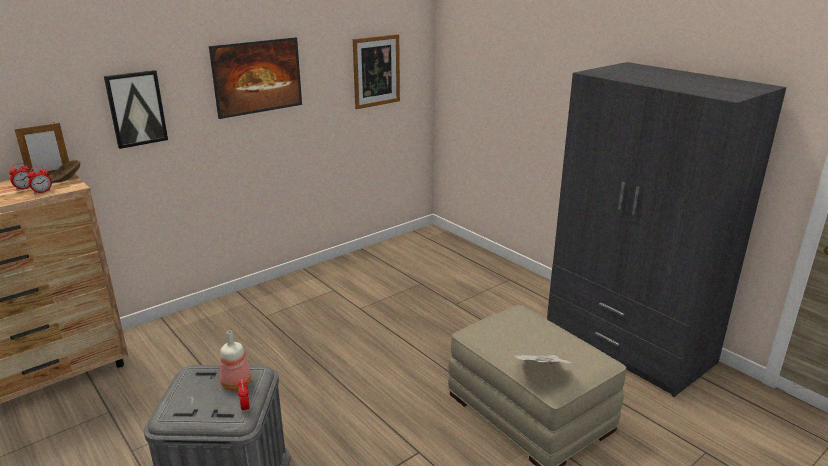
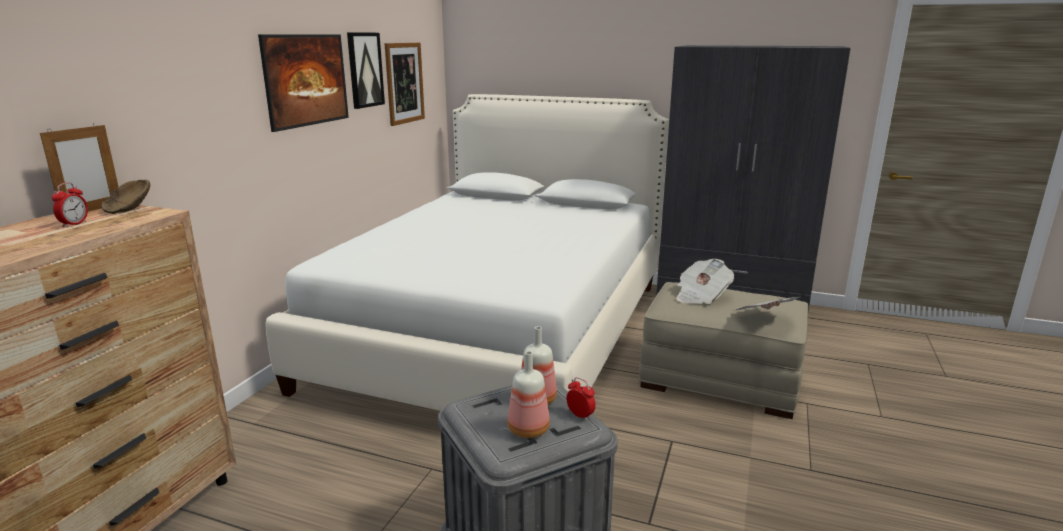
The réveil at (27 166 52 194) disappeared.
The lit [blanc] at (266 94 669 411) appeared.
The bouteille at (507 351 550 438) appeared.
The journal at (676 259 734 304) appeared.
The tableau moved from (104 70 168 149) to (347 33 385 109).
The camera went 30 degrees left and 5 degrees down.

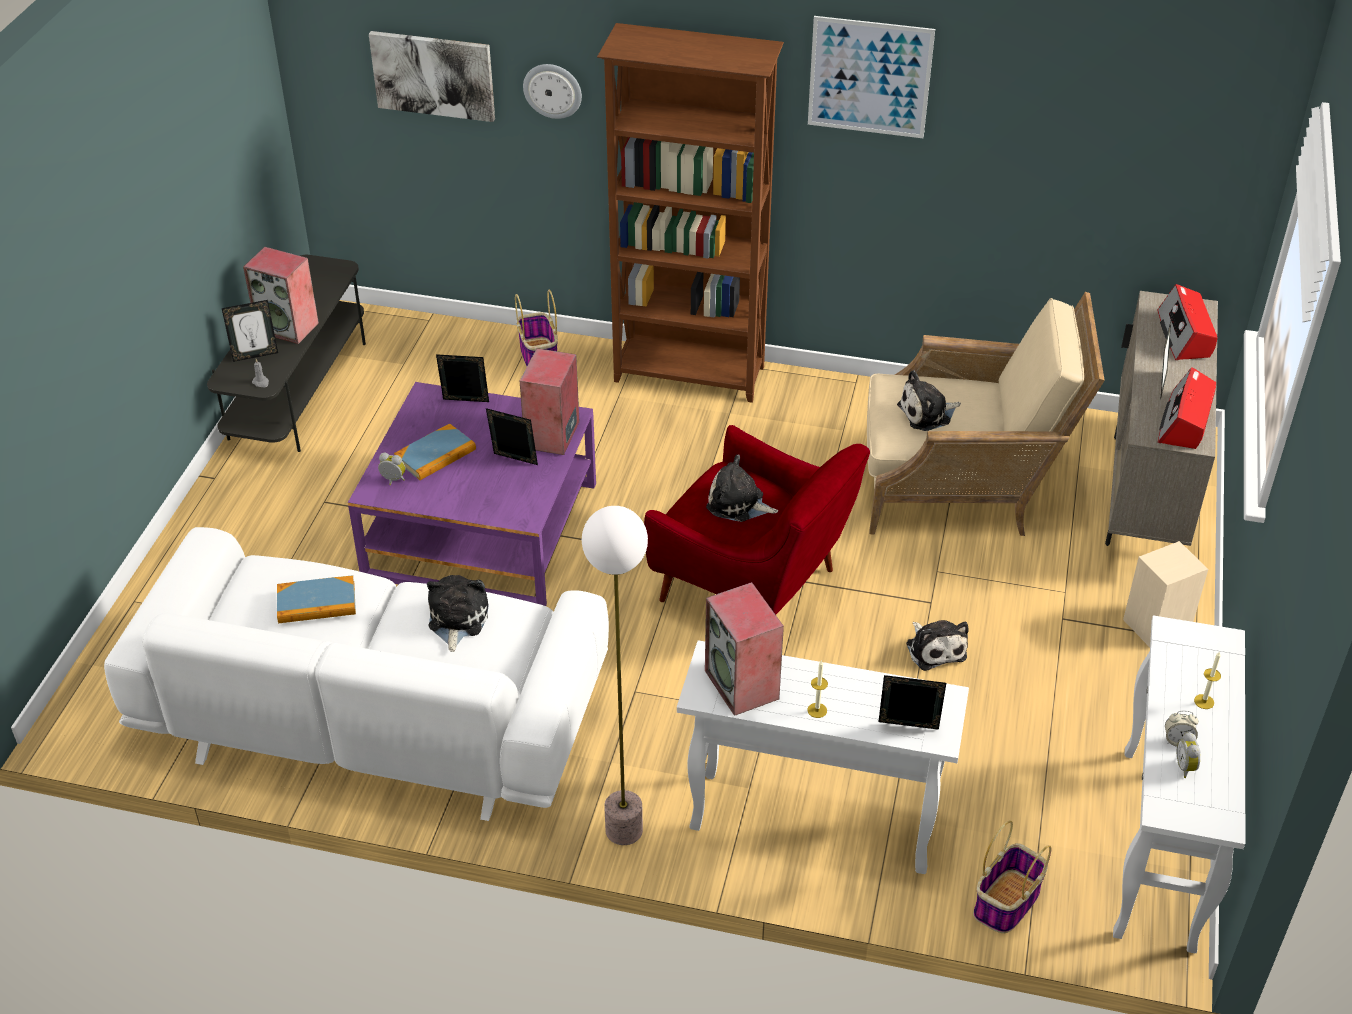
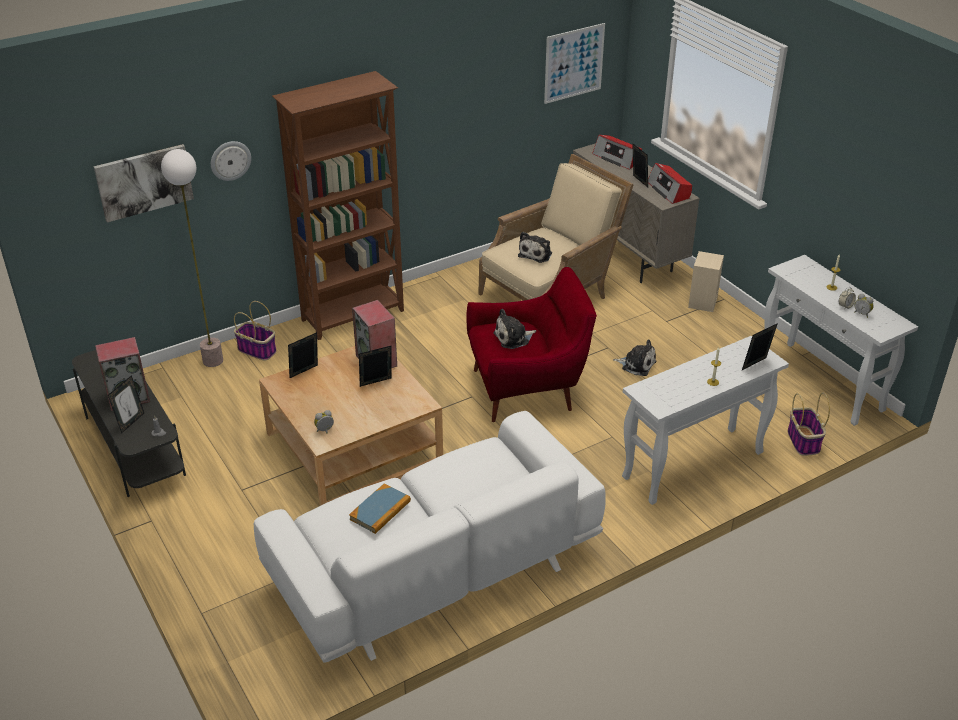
The livre at (394 423 476 480) disappeared.
The peluche at (427 575 489 652) disappeared.
The enceinte at (705 582 784 716) disappeared.
The lampadaire moved from (582 506 648 845) to (161 149 223 367).
The tableau moved from (808 16 935 138) to (544 23 605 104).
The table basse [violet] at (348 382 596 606) became the table basse [beige] at (259 346 443 506).
The camera went 45 degrees left and 5 degrees down.

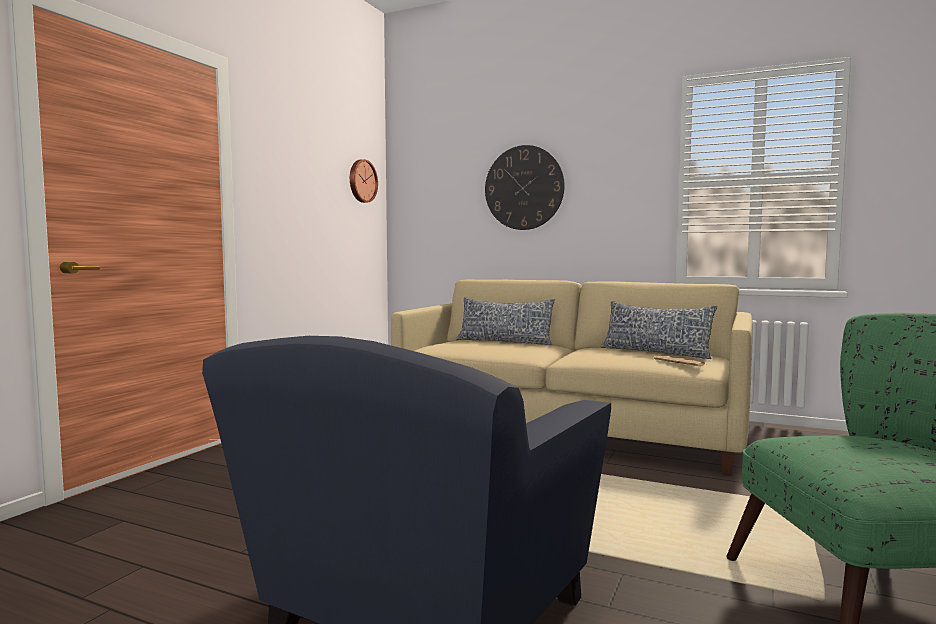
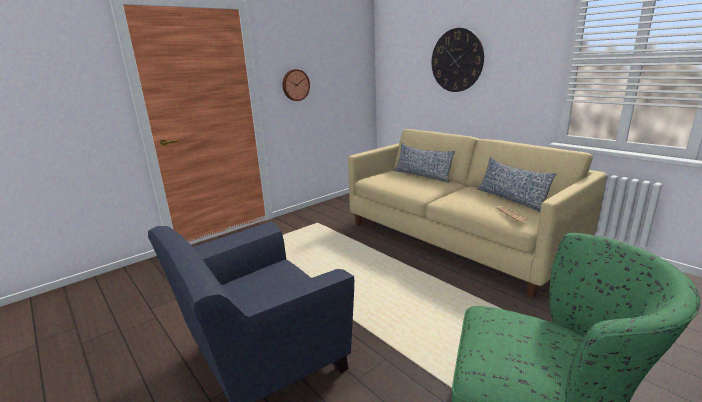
The horloge murale moved from (350 159 378 203) to (282 69 310 101).
The camera went 25 degrees right and 15 degrees up.

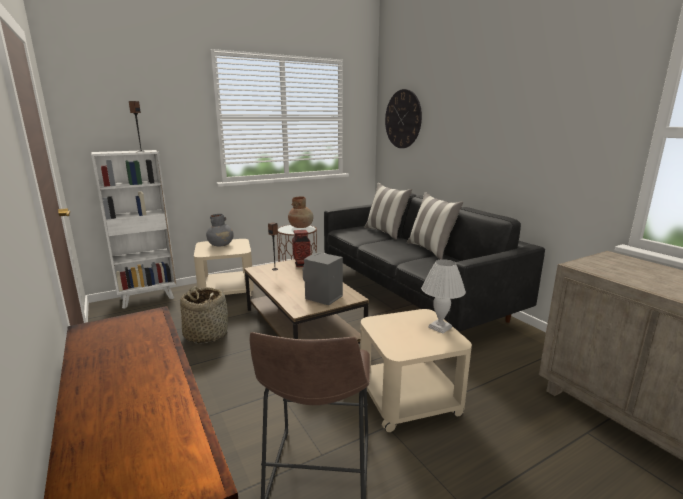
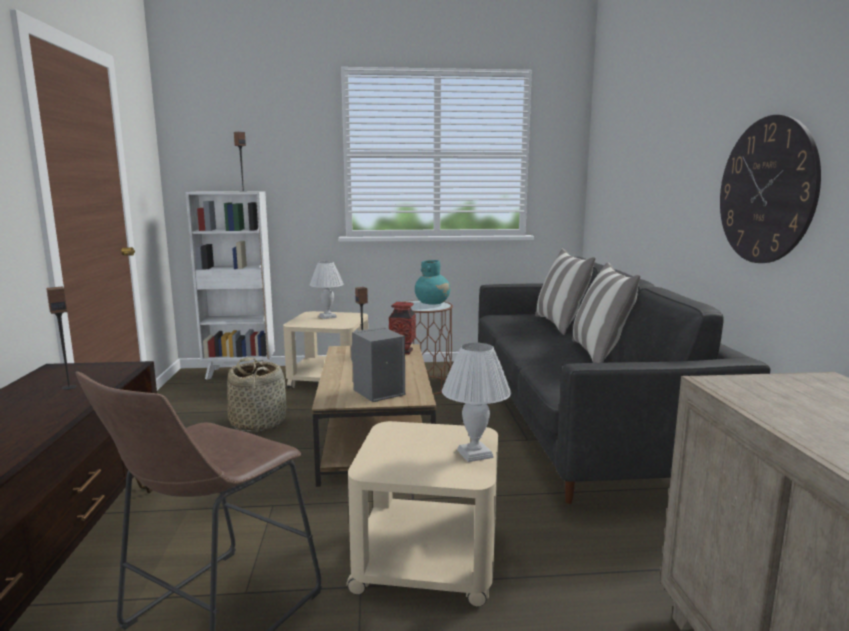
The enceinte at (46 287 77 390) appeared.
The horloge murale moved from (385 89 422 148) to (720 115 821 263).
The vase [gris] at (206 214 234 246) was replaced by the lampe de table [blanc] at (310 261 344 319).
The vase [marron] at (288 196 313 228) became the vase [turquoise] at (415 260 450 305).
The camera went 25 degrees right and 5 degrees down.

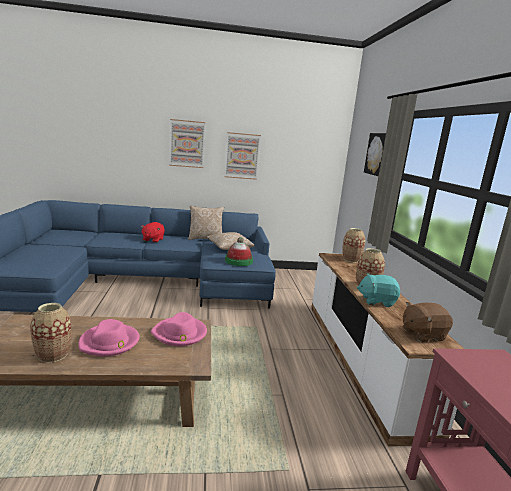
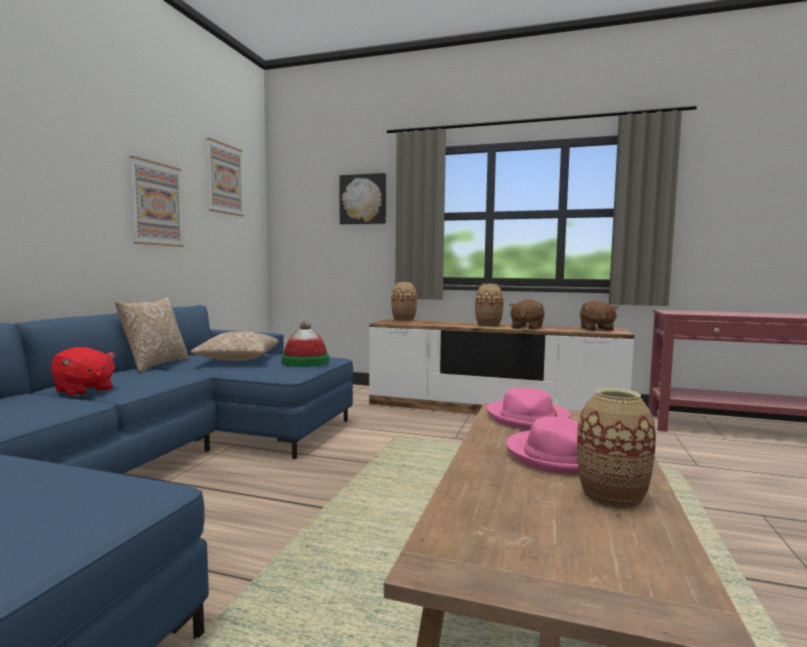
The tableau moved from (169 119 206 168) to (207 138 244 216).
The peluche [turquoise] at (357 273 400 307) became the peluche [marron] at (509 299 545 330).
The camera went 65 degrees left and 10 degrees down.

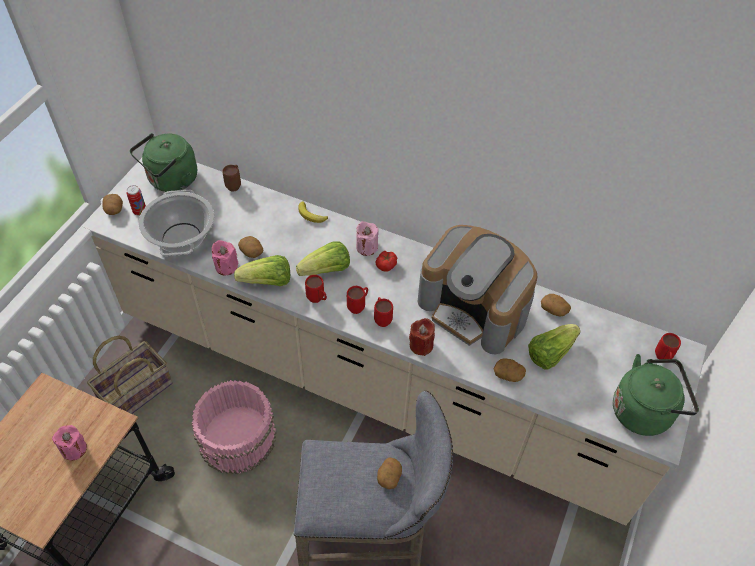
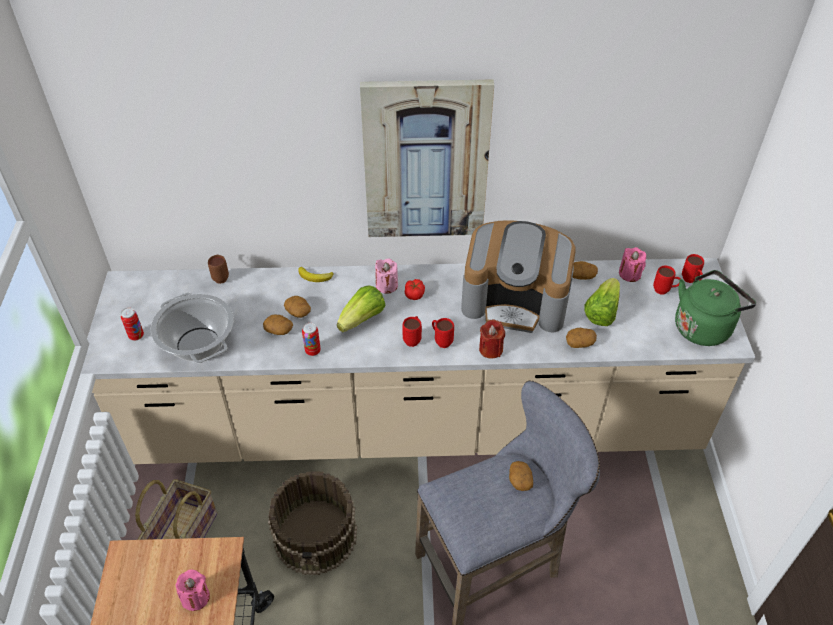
The bouilloire [vert] at (130 133 197 192) disappeared.
The tableau at (360 79 494 237) appeared.
The pomme de terre moved from (102 194 123 215) to (284 296 311 318).
The bougie [rose] moved from (212 240 239 275) to (619 247 646 282).
The mug [rouge] moved from (305 275 327 303) to (653 265 681 294).
The laitue at (234 255 290 286) was replaced by the boîte métallique at (302 323 321 356).
The seau [rose] at (192 380 277 474) became the seau [marron] at (268 471 357 575).
The camera went 25 degrees left and 5 degrees down.

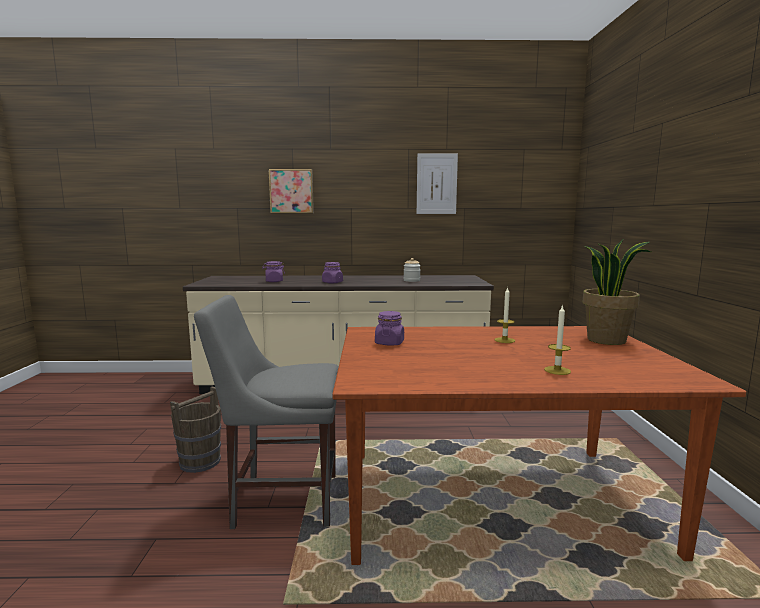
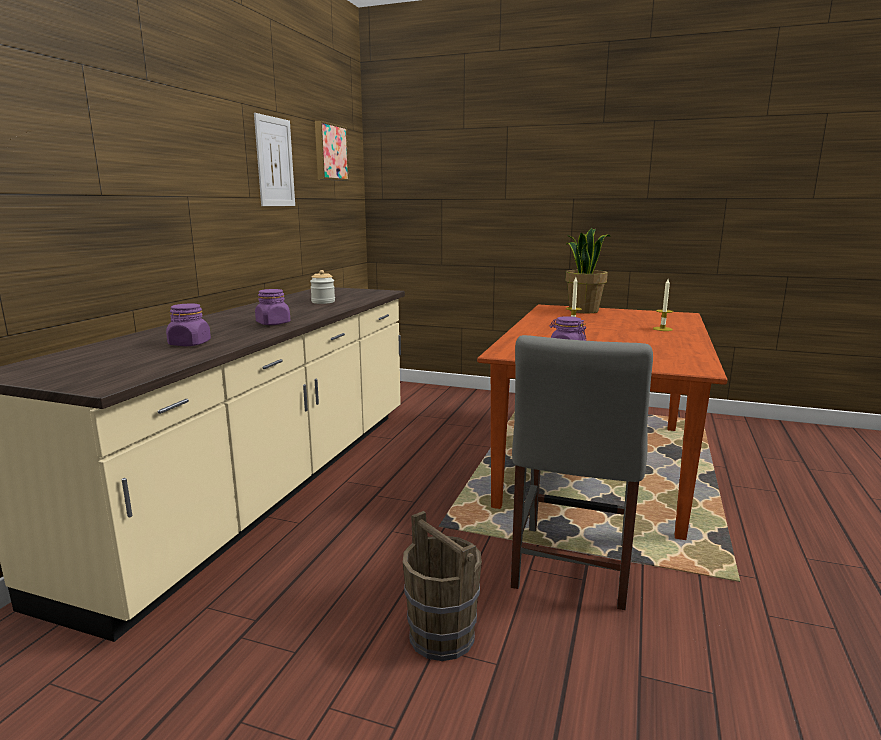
The tableau moved from (269 169 314 213) to (315 121 349 181).
The camera went 70 degrees left and 5 degrees up.

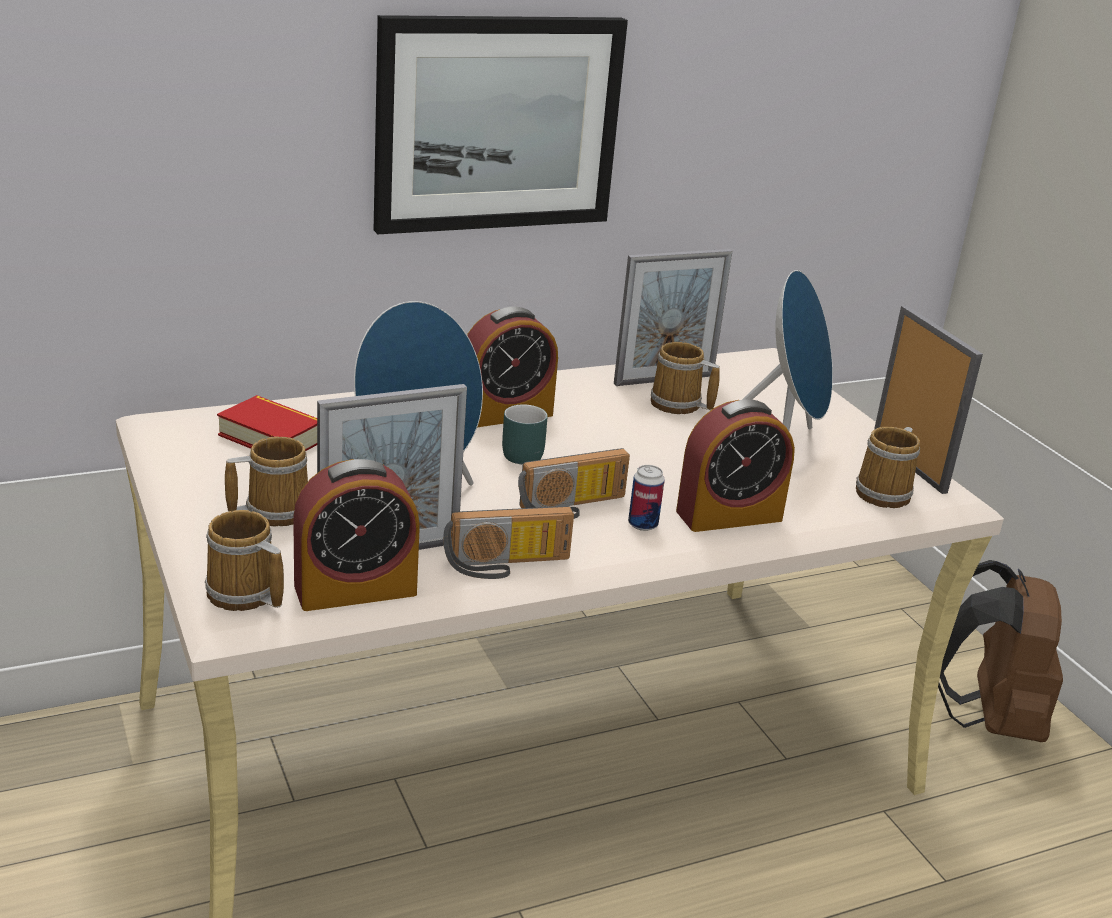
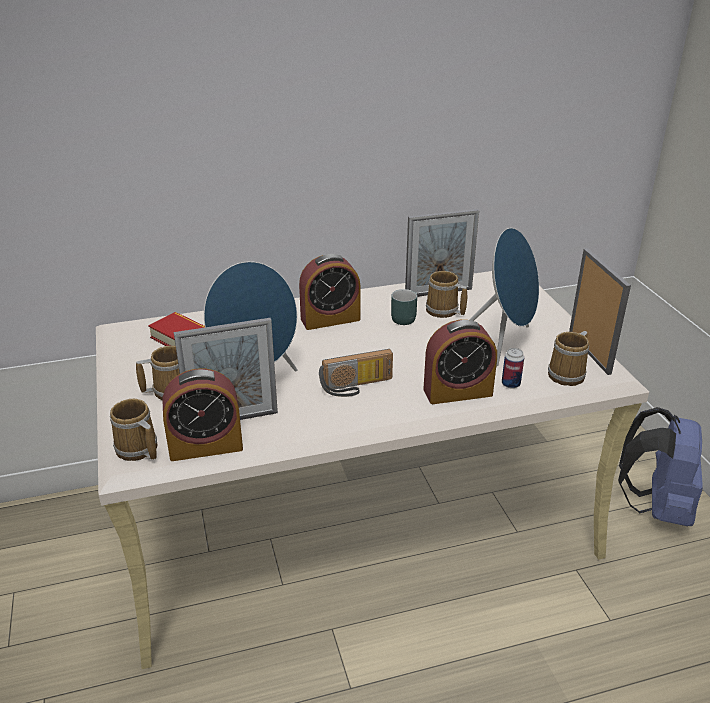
The tableau at (374 15 628 234) disappeared.
The radio at (443 506 574 579) disappeared.
The mug [turquoise] moved from (502 405 548 465) to (391 289 417 325).
The boîte métallique moved from (628 465 665 531) to (502 348 524 389).
The sac à dos [marron] at (938 560 1063 742) became the sac à dos [bleu] at (618 407 703 526).
The camera went 10 degrees right and 5 degrees up.

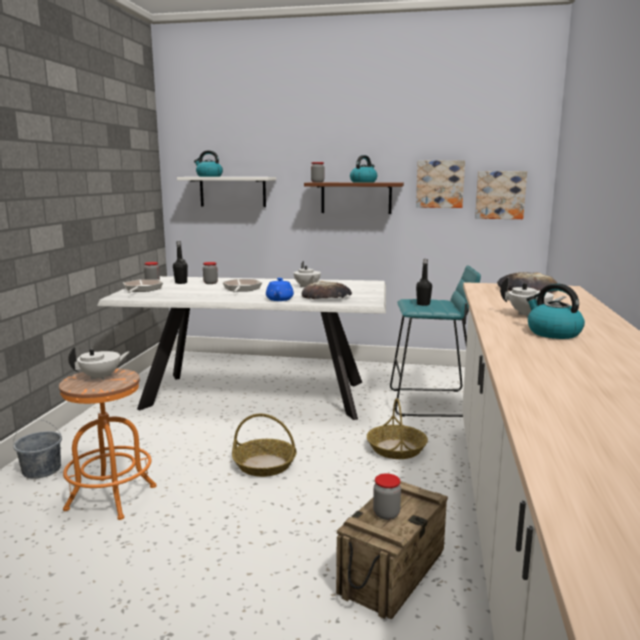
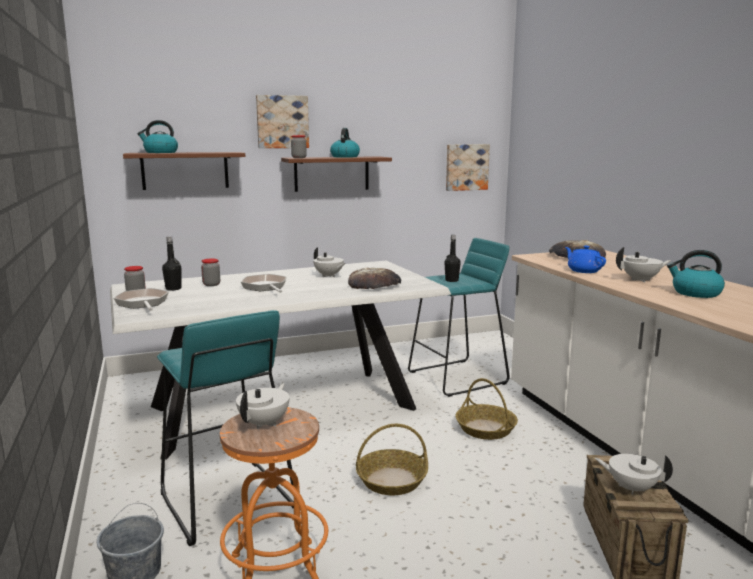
The tabouret [turquoise] at (157 310 294 546) appeared.
The théière [bleu] moved from (266 278 294 301) to (565 246 606 273).
The tableau moved from (416 160 465 208) to (256 95 309 148).
The bocal at (373 474 401 520) was replaced by the théière [blanc] at (595 454 673 495).
The étagère [blanc] at (177 177 276 207) became the étagère [marron] at (123 152 245 190).
The camera went 30 degrees left and 0 degrees up.

